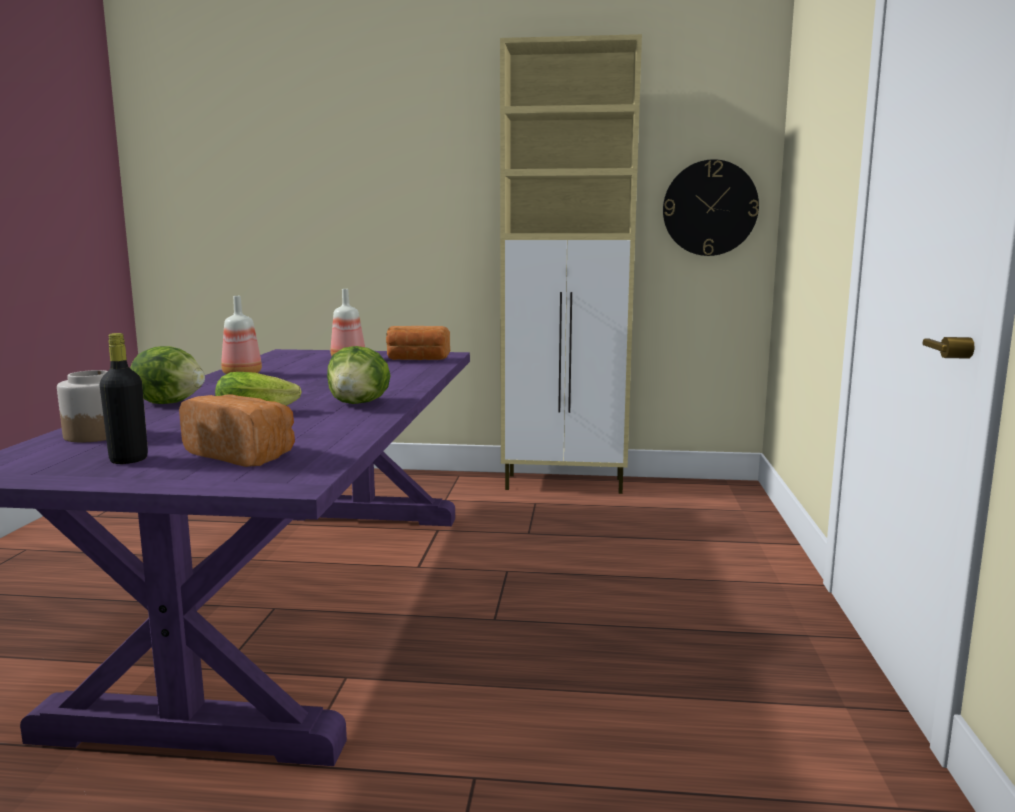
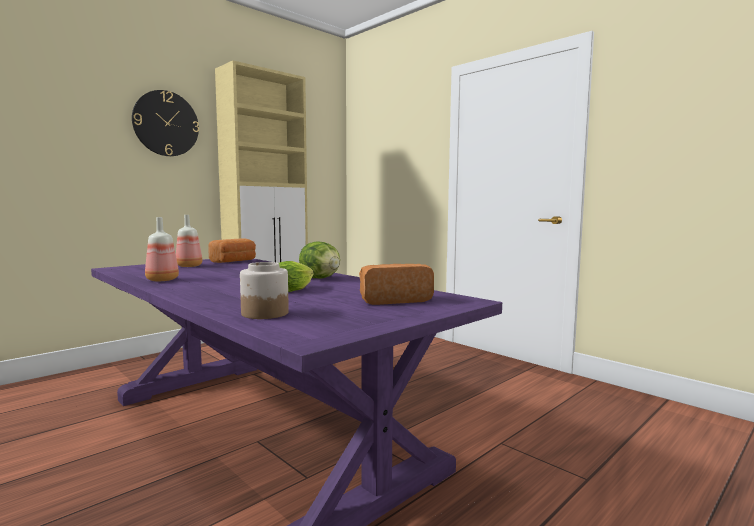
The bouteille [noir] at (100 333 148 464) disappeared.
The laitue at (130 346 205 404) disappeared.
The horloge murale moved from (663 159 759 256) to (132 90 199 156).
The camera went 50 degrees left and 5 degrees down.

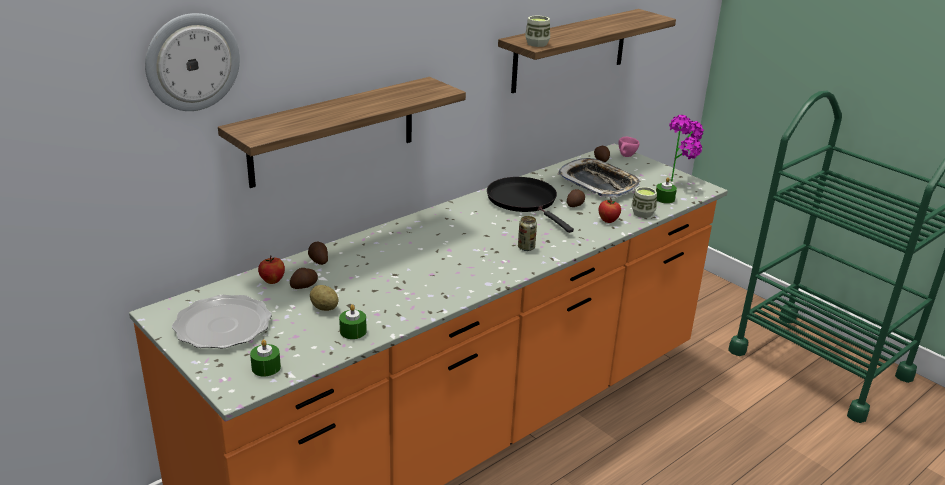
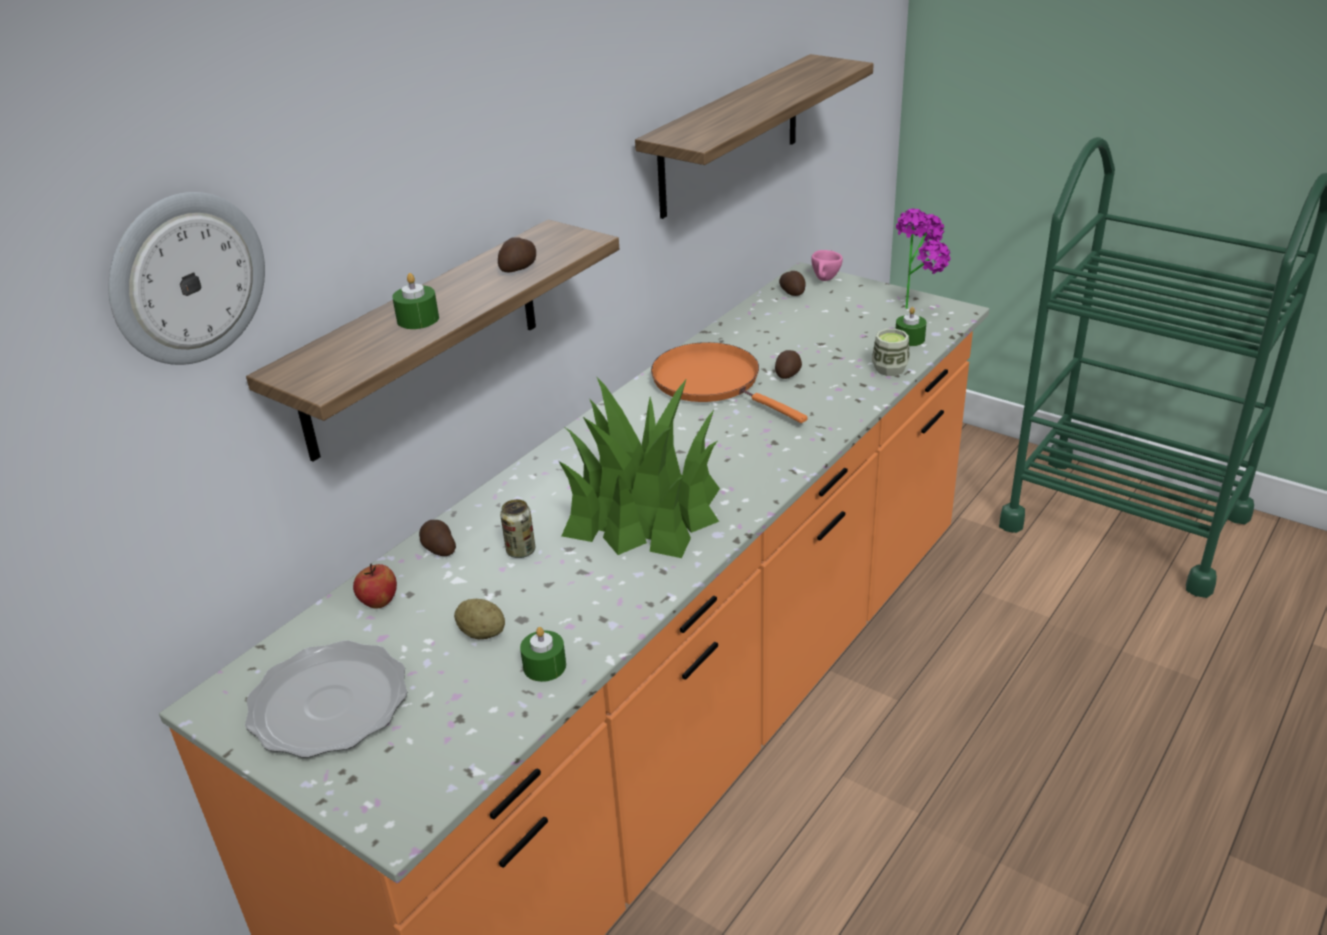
The tasse at (525 15 550 47) disappeared.
The plateau at (557 158 641 198) disappeared.
The pomme at (598 198 621 223) disappeared.
The plante en pot at (559 376 720 558) appeared.
The bougie [vert] moved from (250 339 281 376) to (392 273 439 329).
The pomme de terre moved from (290 268 318 289) to (498 237 536 272).
The boîte métallique moved from (518 216 537 251) to (500 499 535 558).
The poêle [noir] at (487 177 574 233) became the poêle [orange] at (651 342 808 423).
The camera went 10 degrees left and 5 degrees up.

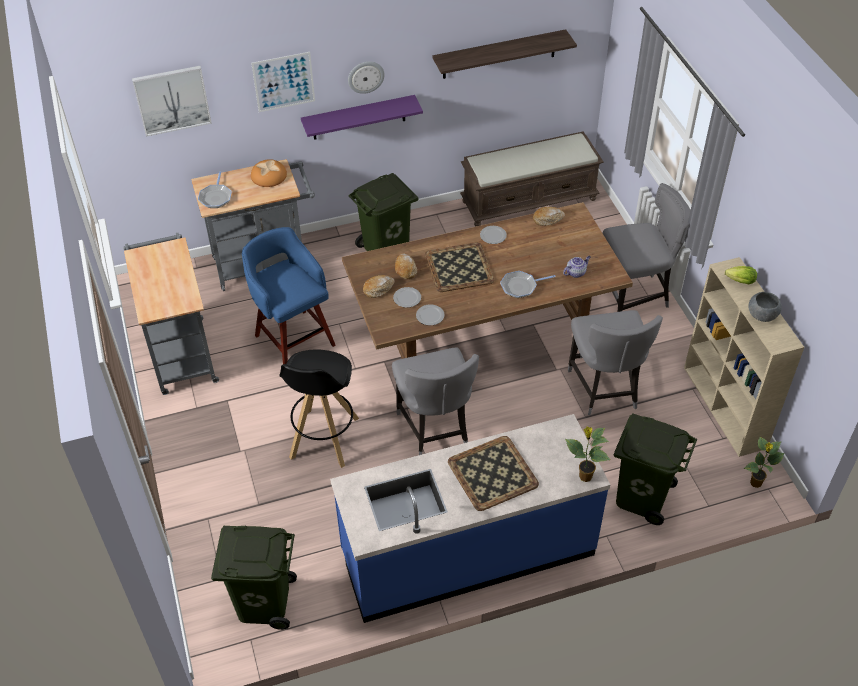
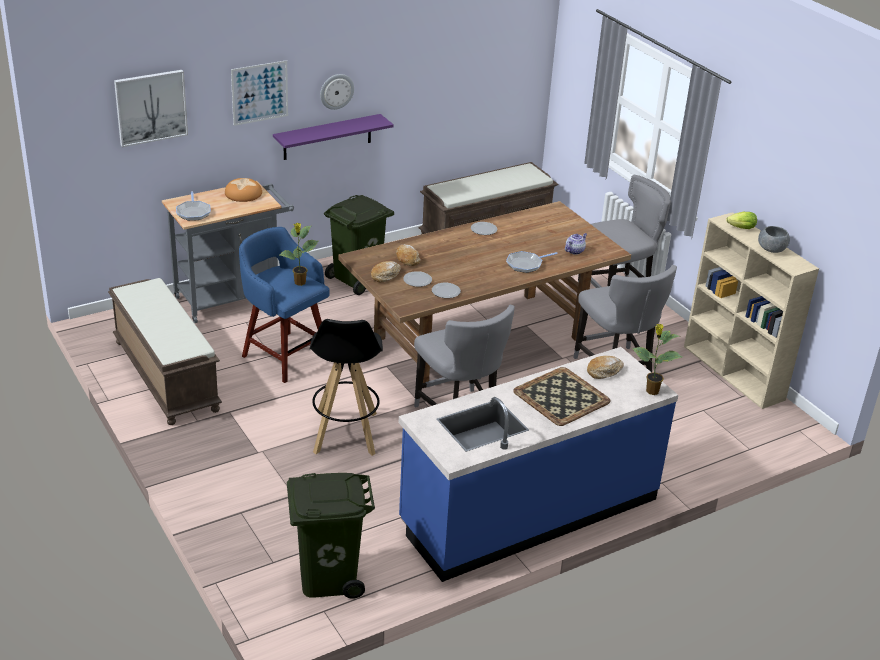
The plateau at (425 243 494 292) disappeared.
The étagère at (432 29 577 79) disappeared.
The poubelle [vert] at (614 414 697 525) disappeared.
The pain moved from (533 207 565 226) to (587 356 624 379).
The plante en pot moved from (744 437 785 488) to (279 223 318 286).
The chariot [gris] at (123 233 219 395) was replaced by the banc [marron] at (108 278 222 425).
The camera went 15 degrees left and 15 degrees down.

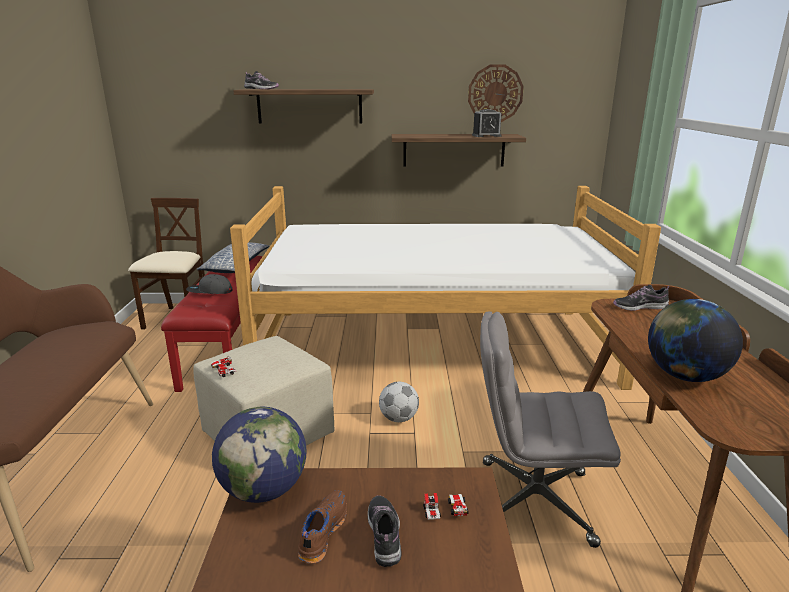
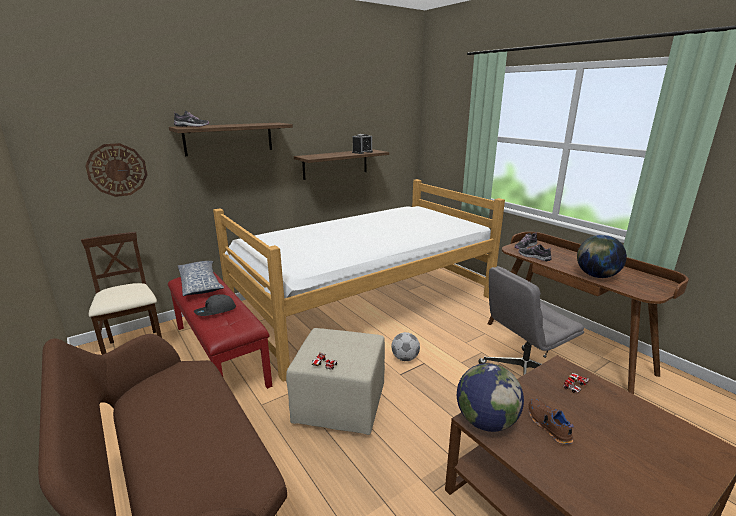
The chaussure moved from (368 495 402 567) to (518 244 552 261).
The horloge murale moved from (468 64 524 122) to (85 143 148 197).
The camera went 35 degrees left and 0 degrees up.

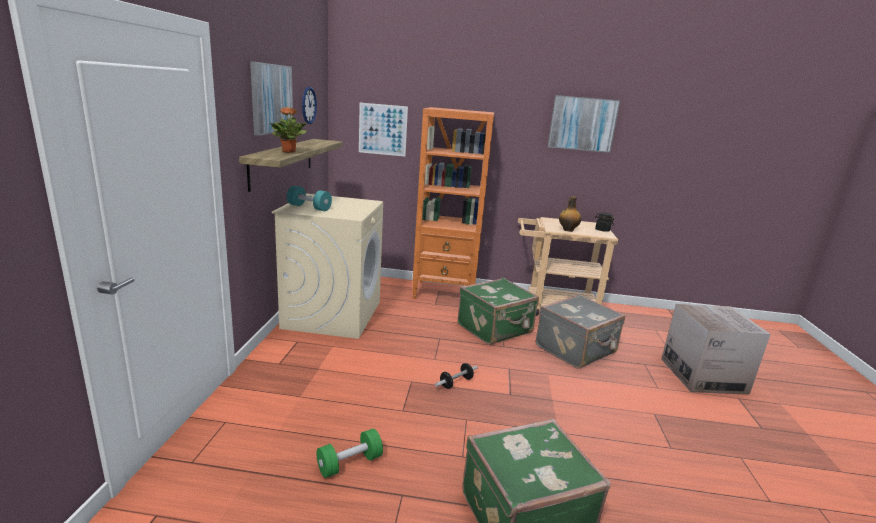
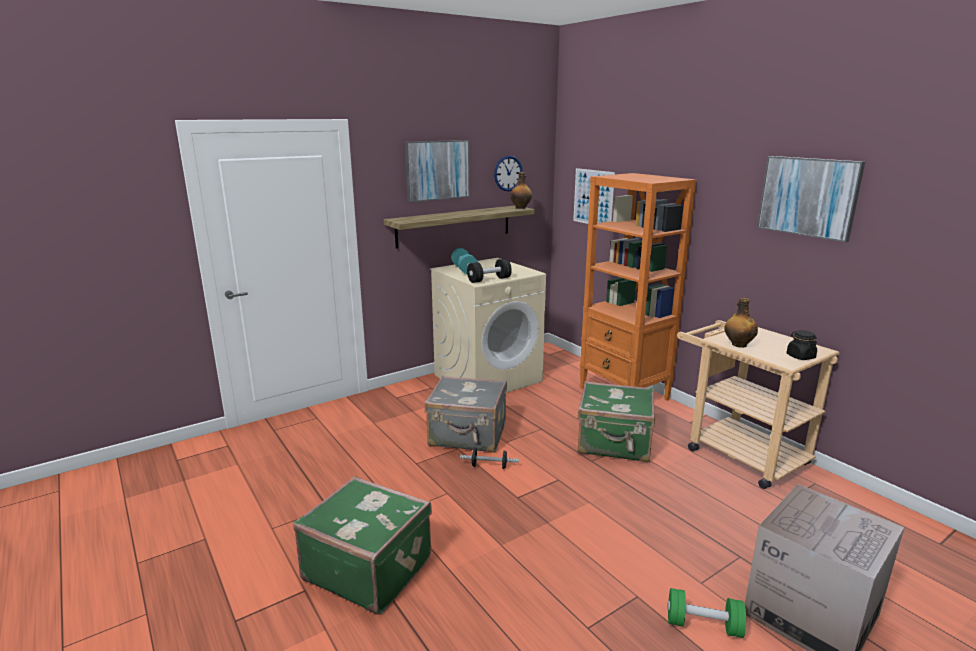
The plante en pot at (270 107 307 153) disappeared.
The haltère [noir] at (467 259 512 283) appeared.
The bouteille at (510 172 532 209) appeared.
The haltère [vert] moved from (316 428 383 478) to (668 588 746 638).
The valise [gris] moved from (536 294 625 369) to (425 376 507 453).
The camera went 50 degrees right and 0 degrees up.

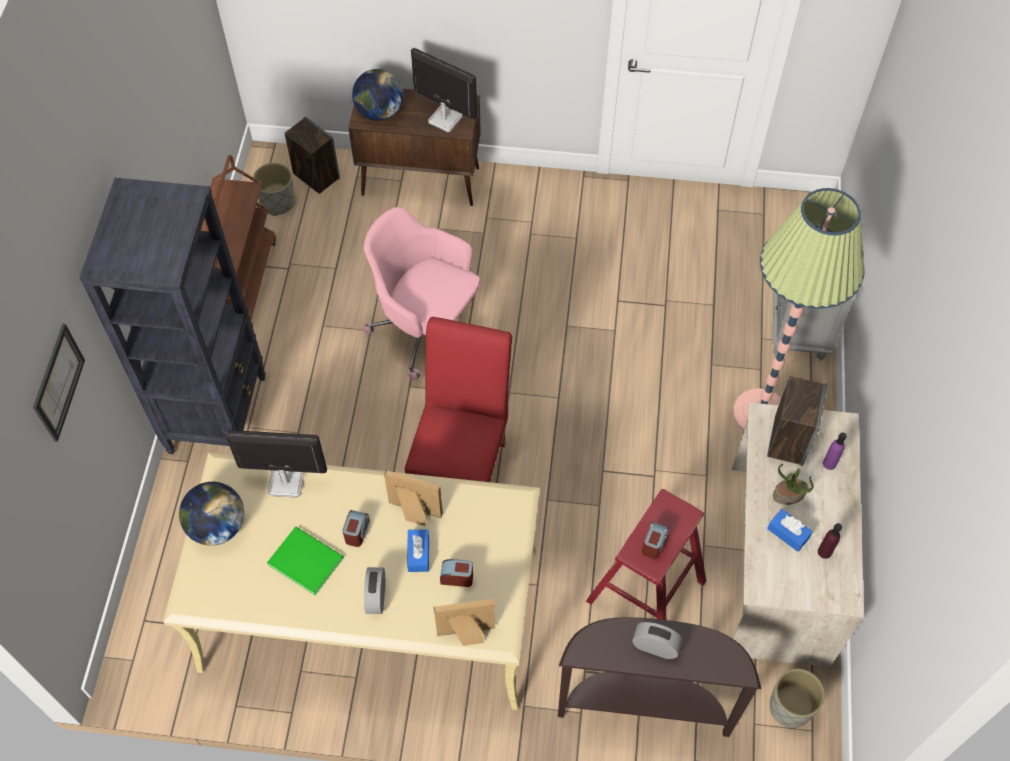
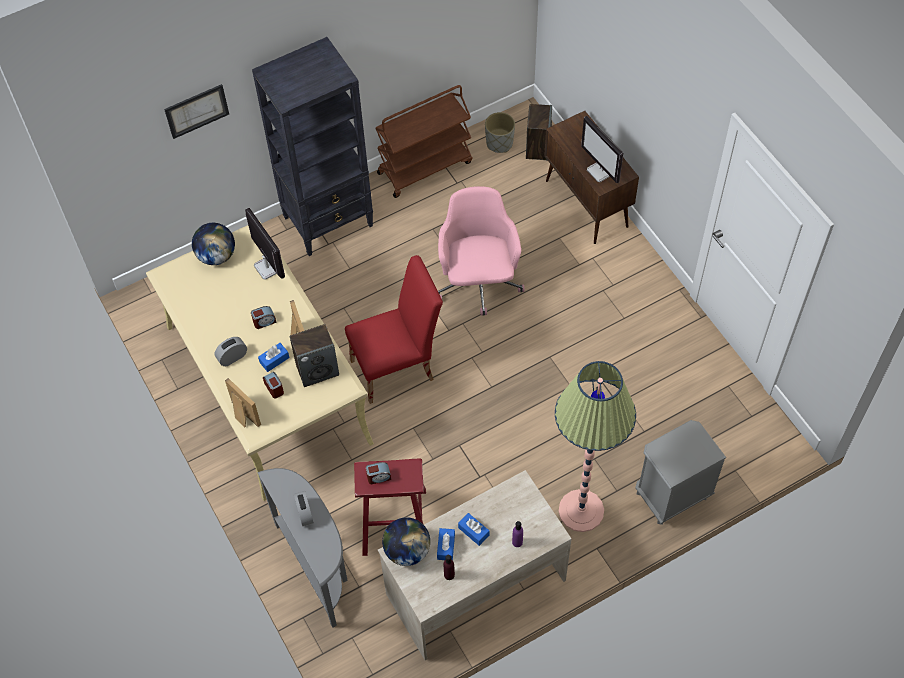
The livre [vert] at (267 527 344 595) disappeared.
The cache-pot [gris] at (770 669 825 728) disappeared.
The globe moved from (352 69 403 121) to (382 517 430 566).
The enceinte moved from (767 376 827 466) to (290 324 339 387).
The plante en pot at (773 464 813 505) was replaced by the boîte à mouchoirs [bleu] at (458 513 489 546).
The table console [marron] at (558 617 761 737) became the table console [gris] at (257 468 348 628).
The écran d'ordinateur at (411 48 477 132) turned 150 degrees clockwise.
The camera went 55 degrees right and 0 degrees up.

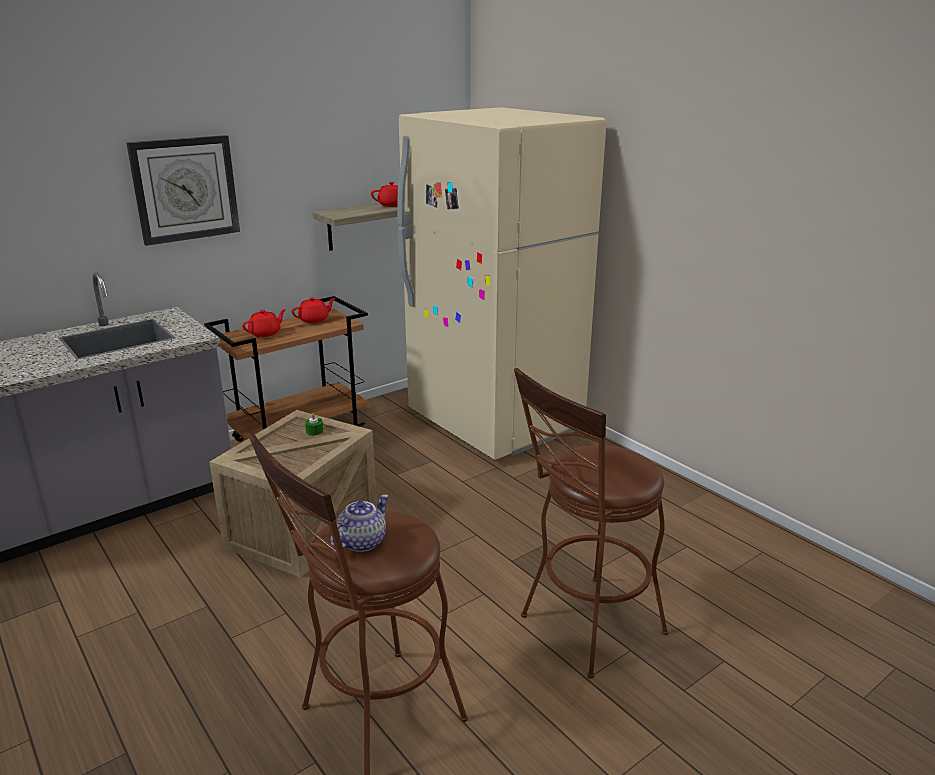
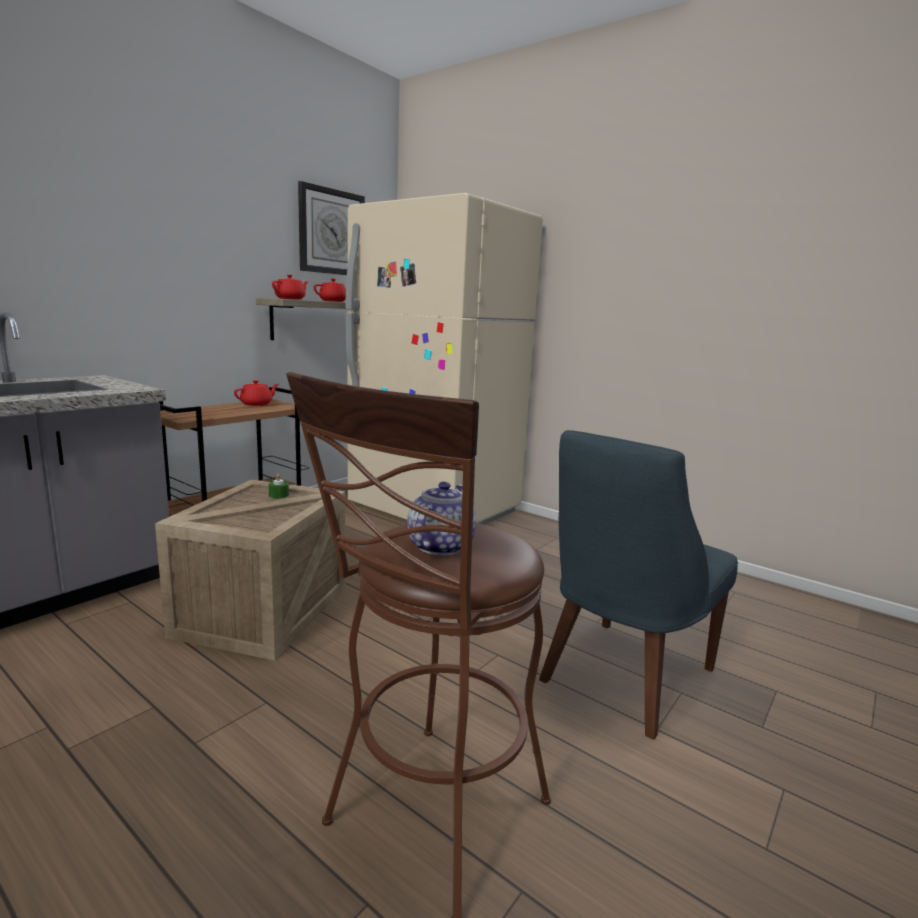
The horloge murale moved from (126 135 240 246) to (298 181 365 275).
The théière [rouge] moved from (242 309 286 337) to (272 275 308 299).
The tabouret [marron] at (514 368 668 678) was replaced by the chaise [bleu] at (539 430 738 740).
The camera went 15 degrees left and 10 degrees down.

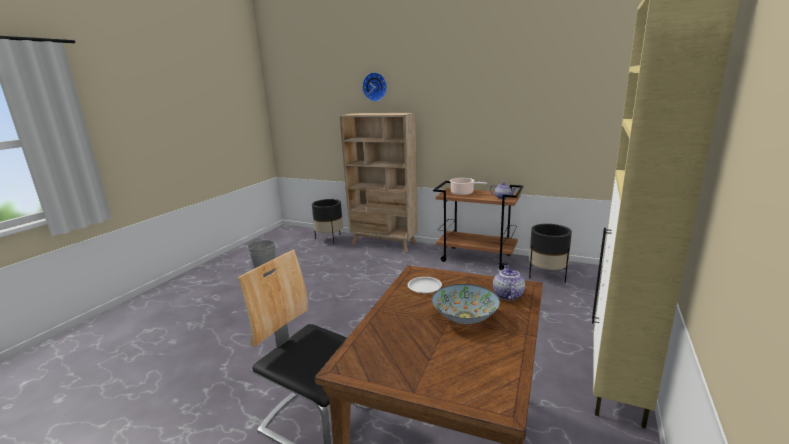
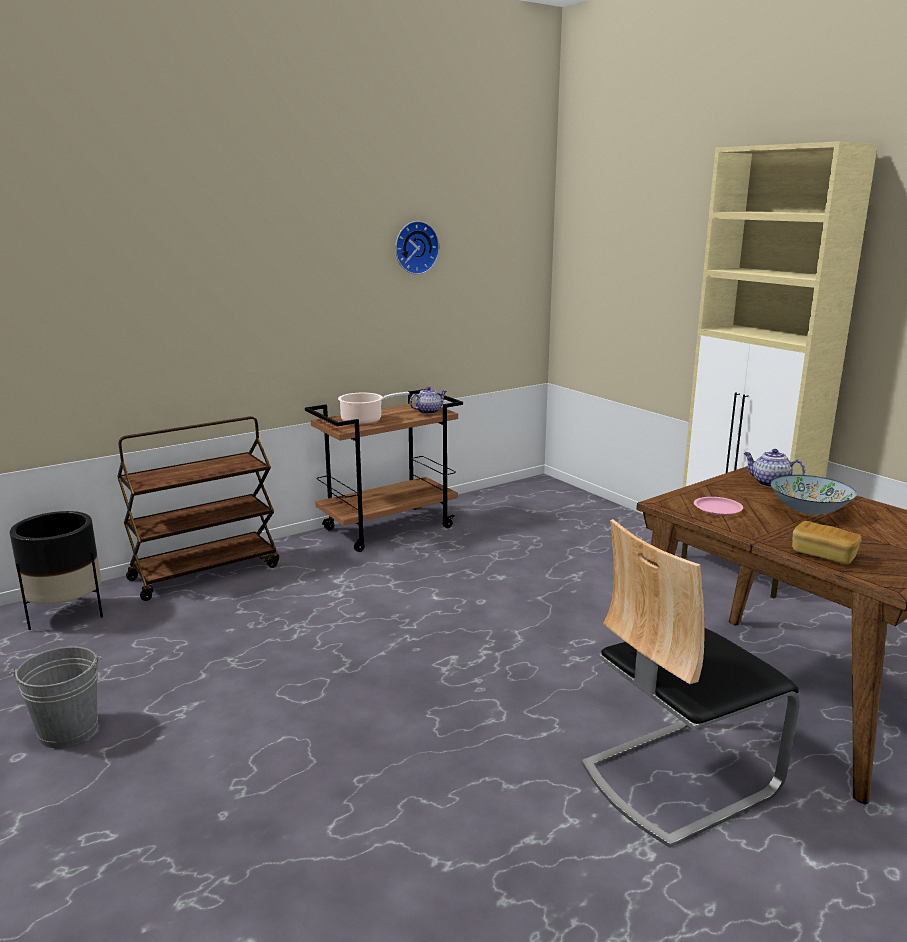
The cache-pot [noir] at (529 224 572 283) disappeared.
The pain at (792 521 861 565) appeared.
The horloge murale moved from (362 72 387 102) to (395 221 439 275).
The bibliothèque [beige] at (340 113 418 253) was replaced by the chariot [marron] at (117 416 279 601).
The assiette [blanc] at (408 277 442 293) became the assiette [rose] at (694 497 743 516).
The camera went 60 degrees left and 0 degrees up.

